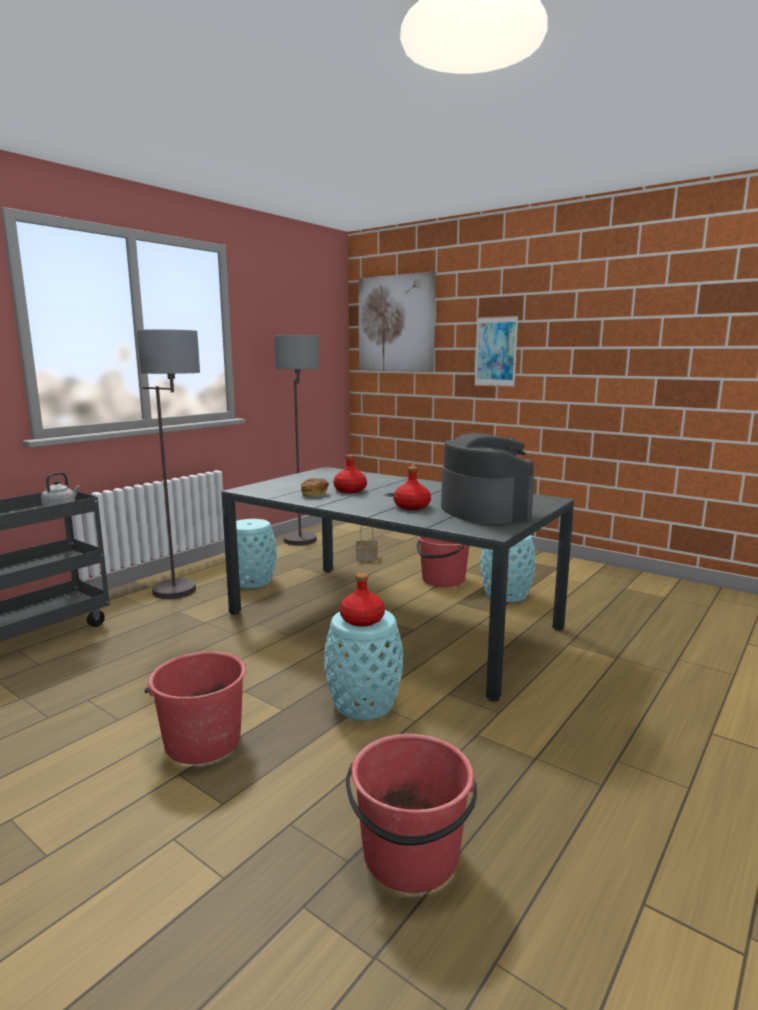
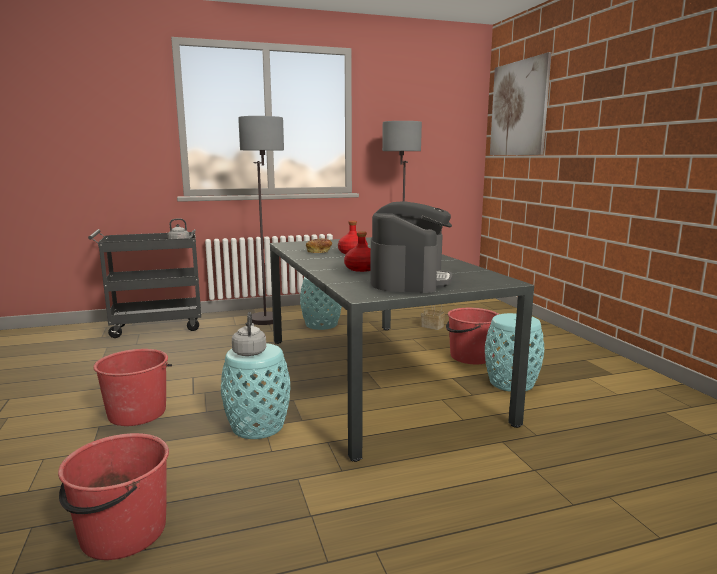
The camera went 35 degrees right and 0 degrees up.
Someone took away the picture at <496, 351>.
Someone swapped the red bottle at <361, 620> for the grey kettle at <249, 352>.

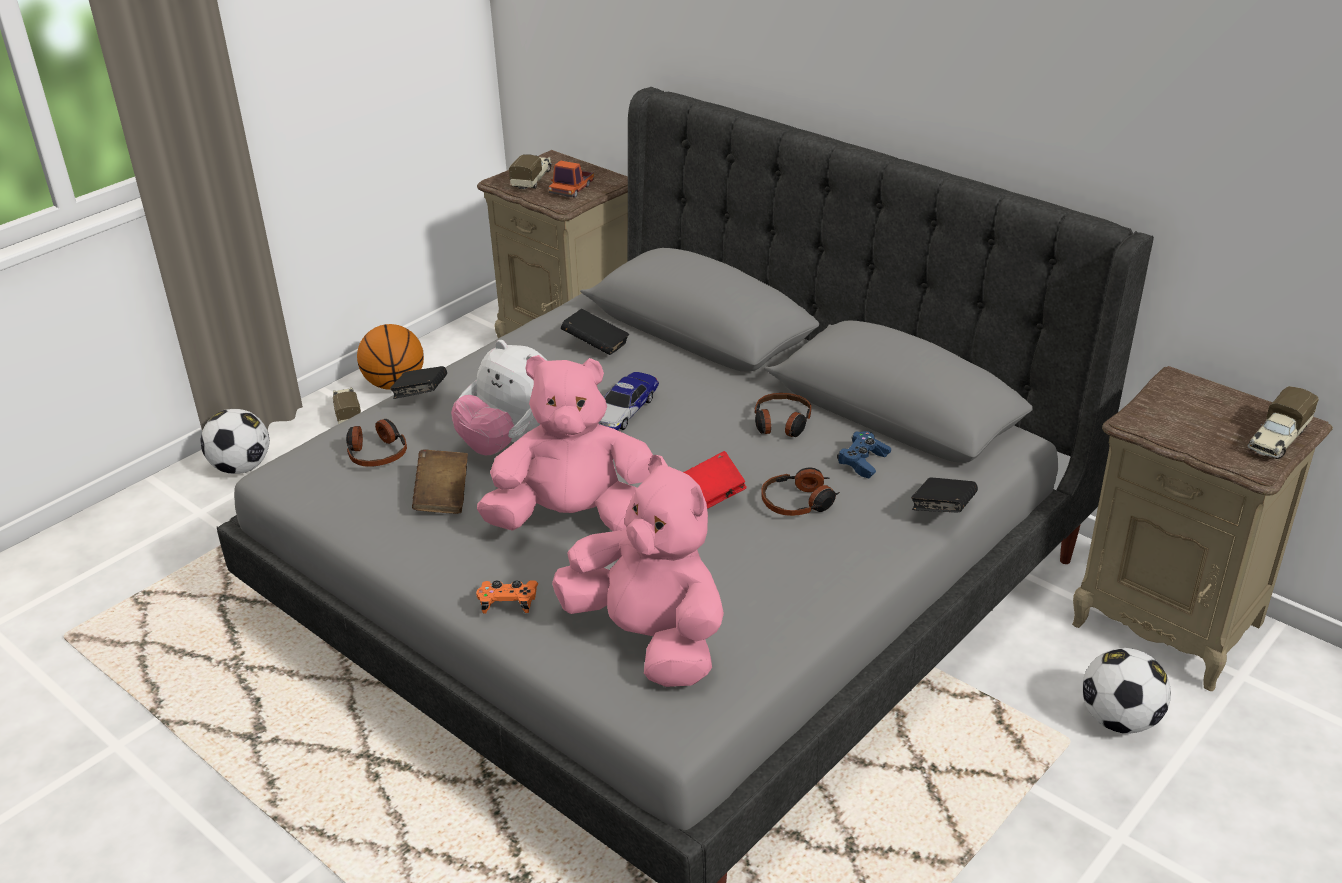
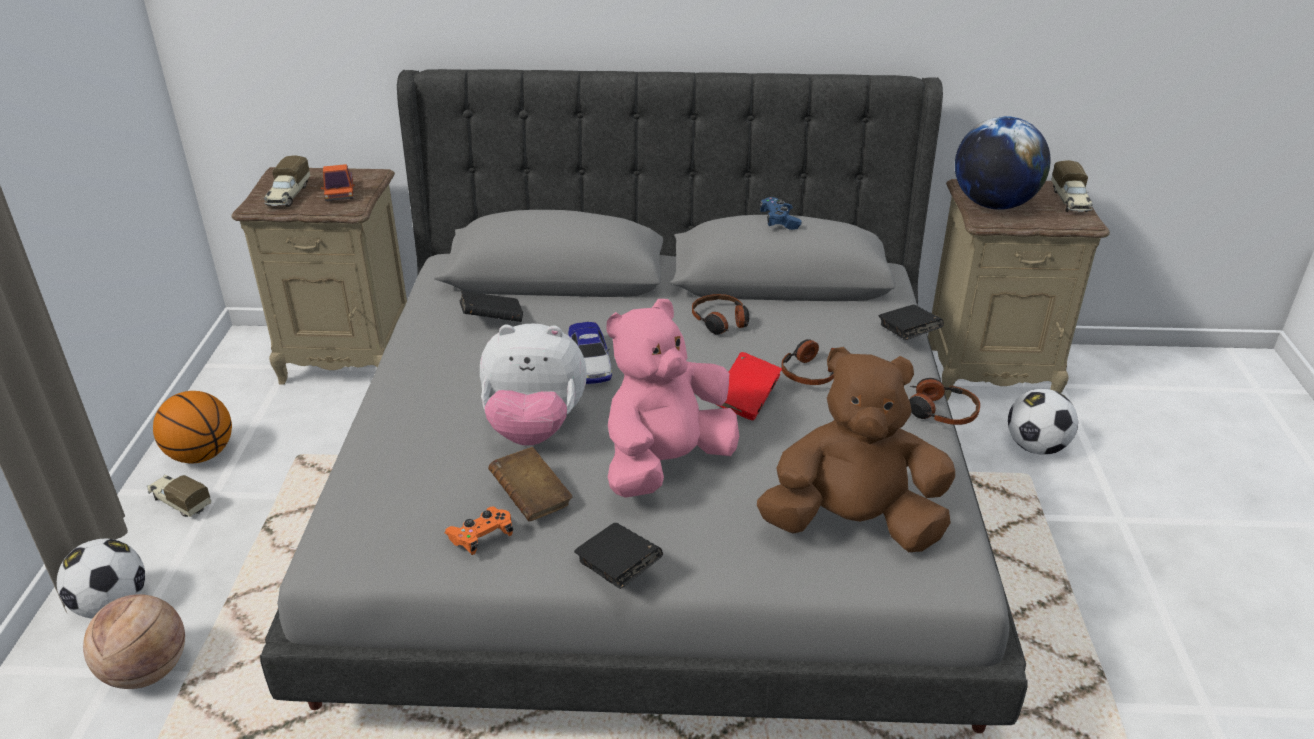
The camera went 40 degrees left and 0 degrees up.
Someone rotated the toy truck at <532, 179> by 150 degrees counterclockwise.
Someone carried the black book from <421, 396> to <618, 570>.
Someone carried the headphones from <376, 453> to <940, 411>.
Someone carried the blue game controller from <863, 462> to <779, 221>.
Someone repainted the pink plush toy at <650, 639>, which became the brown plush toy at <853, 524>.
Someone carried the orange game controller from <508, 604> to <481, 537>.
Someone put down the globe at <993, 205>.
Someone put down the basketball at <147, 671>.

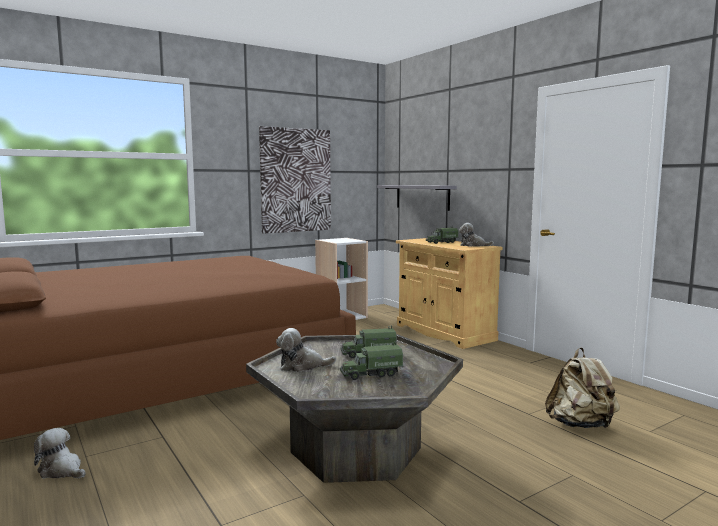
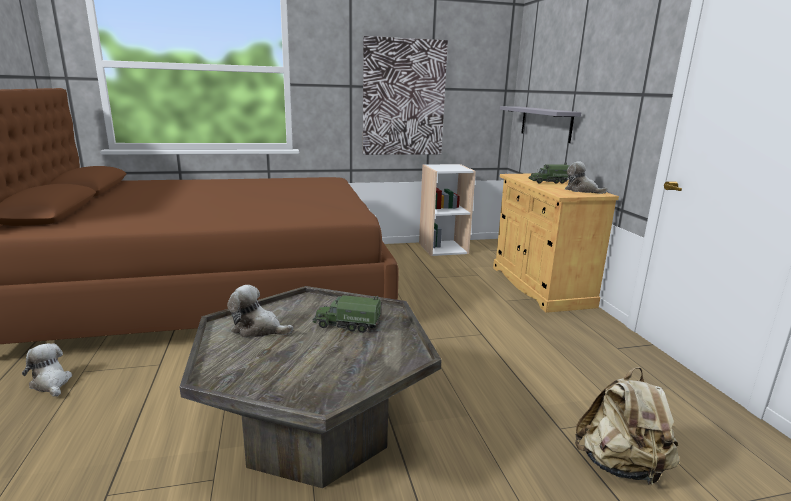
The camera went 20 degrees right and 10 degrees up.
Someone took away the toy truck at <371, 374>.

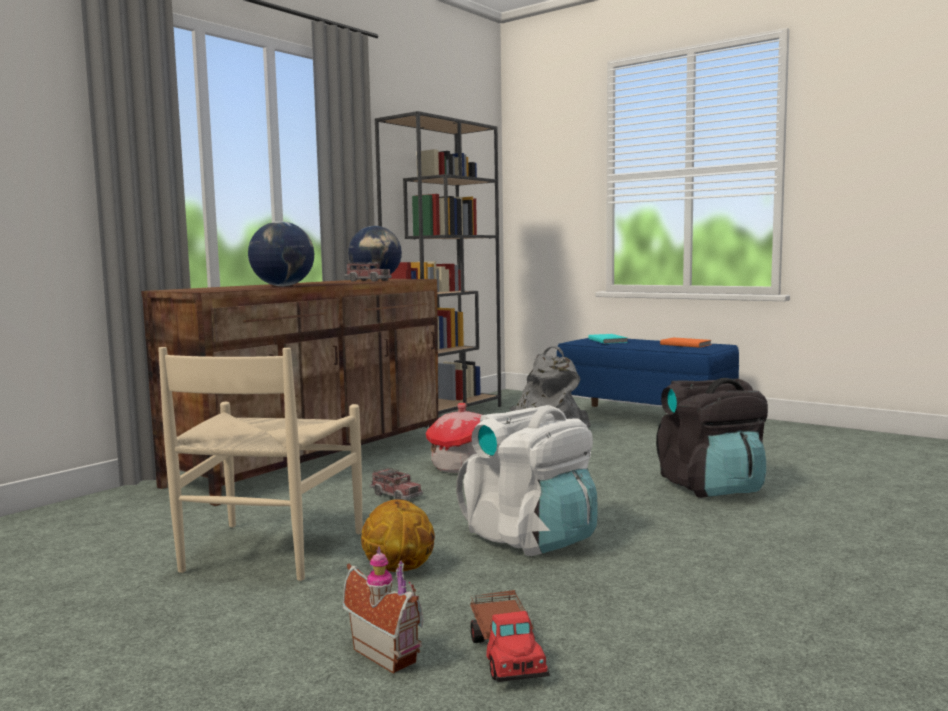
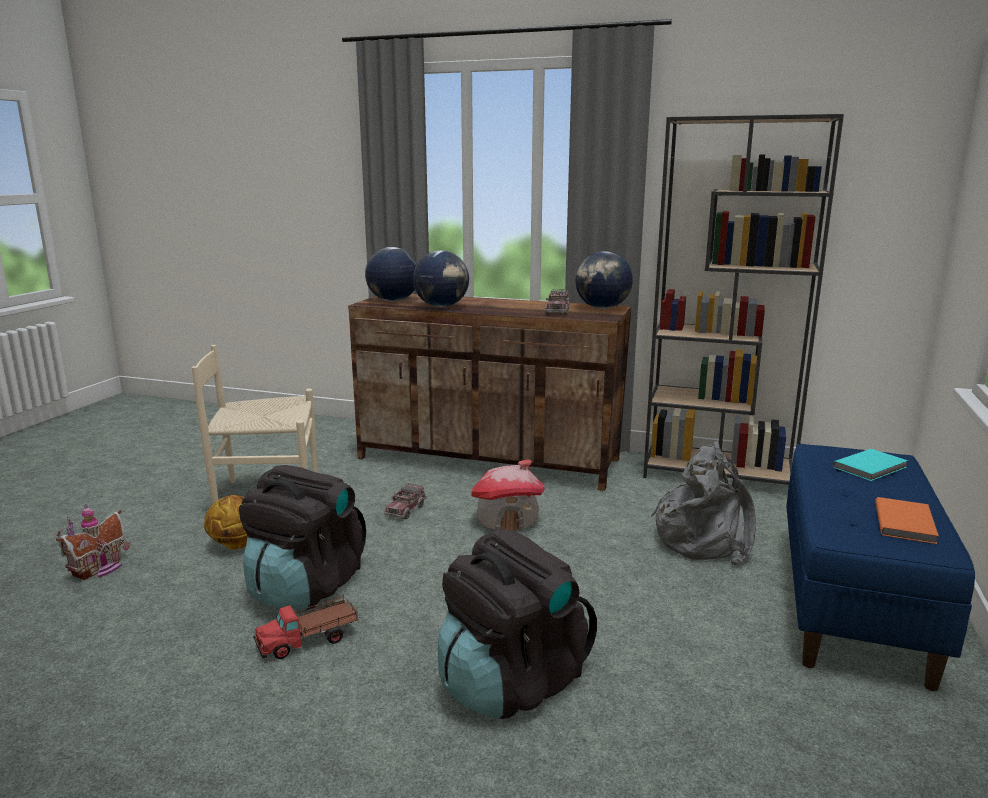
The camera went 70 degrees right and 10 degrees up.
Someone repainted the white backpack at <531, 539>, which became the black backpack at <305, 586>.
Someone carried the toy truck from <507, 652> to <309, 639>.
Someone put down the globe at <393, 301>.

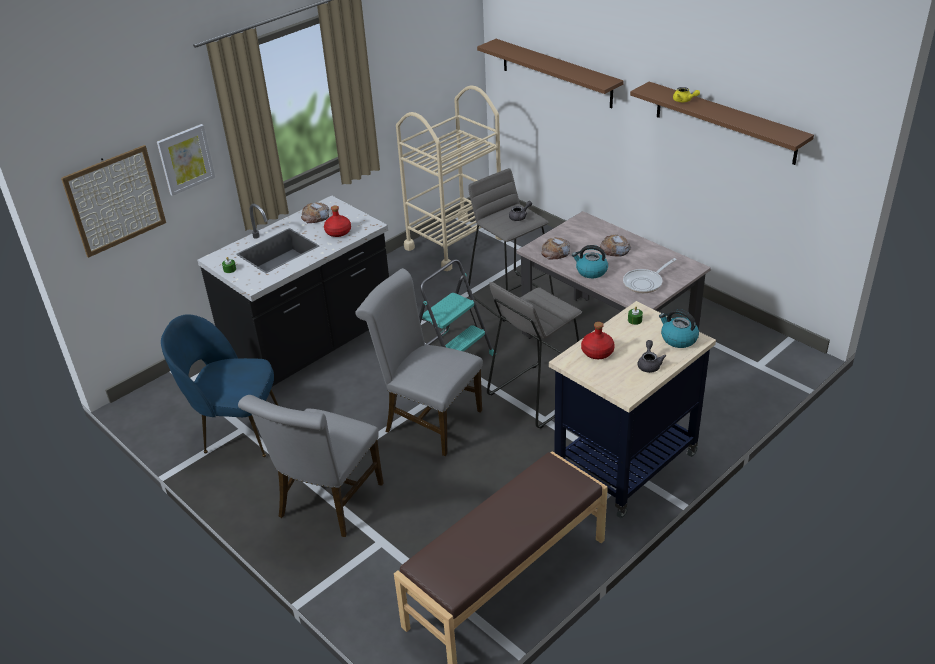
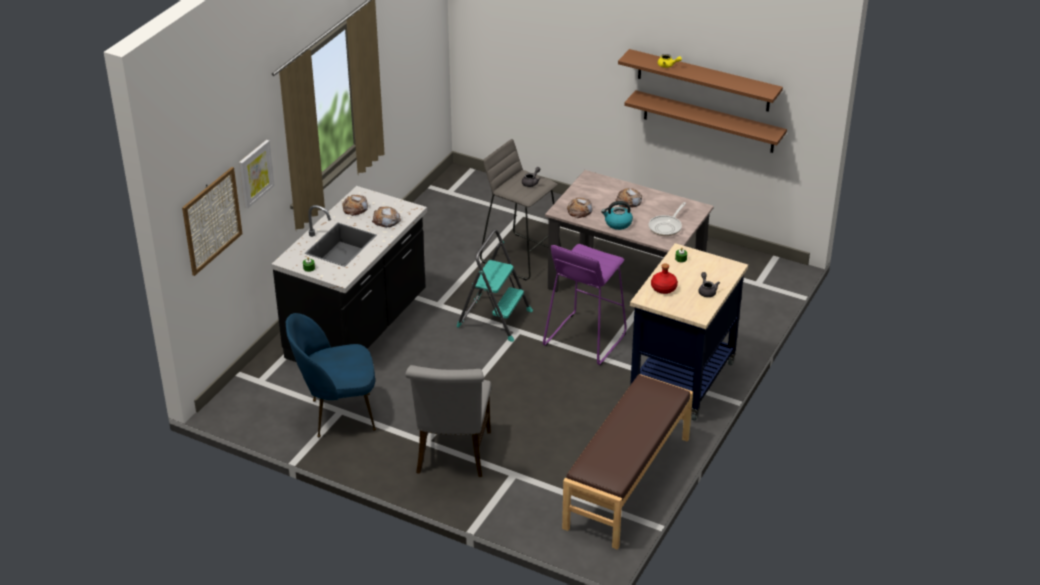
The camera went 20 degrees left and 0 degrees up.
Someone carried the brown shelf from <556, 73> to <708, 122>.
Someone took away the beige cart at <455, 243>.
Someone swapped the red bottle at <338, 232> for the bread at <386, 220>.
Someone took away the grey chair at <428, 419>.
Someone repainted the grey stool at <536, 395>, which became the purple stool at <584, 339>.
Someone took away the kettle at <678, 339>.

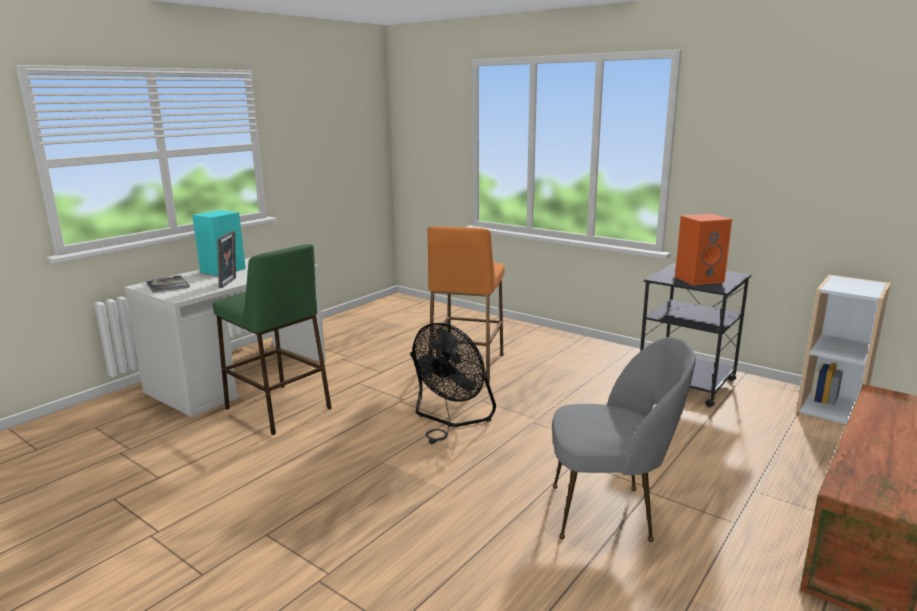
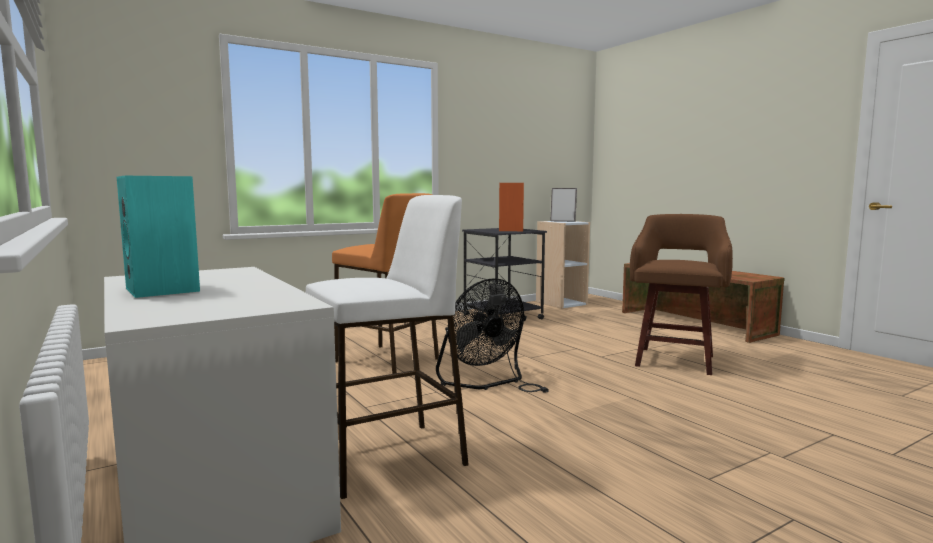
The camera went 70 degrees left and 10 degrees down.
Someone carried the picture frame from <230, 283> to <563, 221>.
Someone repainted the green stool at <278, 409>, which became the white stool at <389, 457>.
Someone took away the book at <167, 285>.
Someone swapped the grey chair at <610, 513> for the brown stool at <675, 360>.

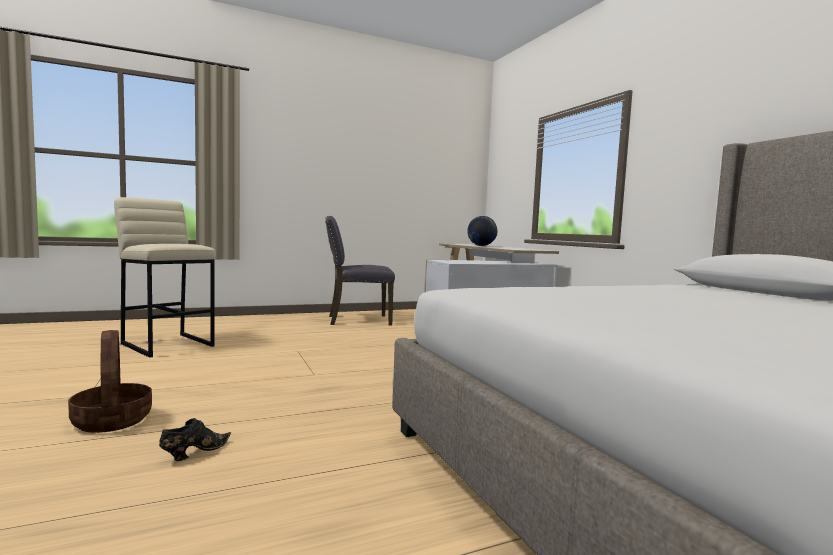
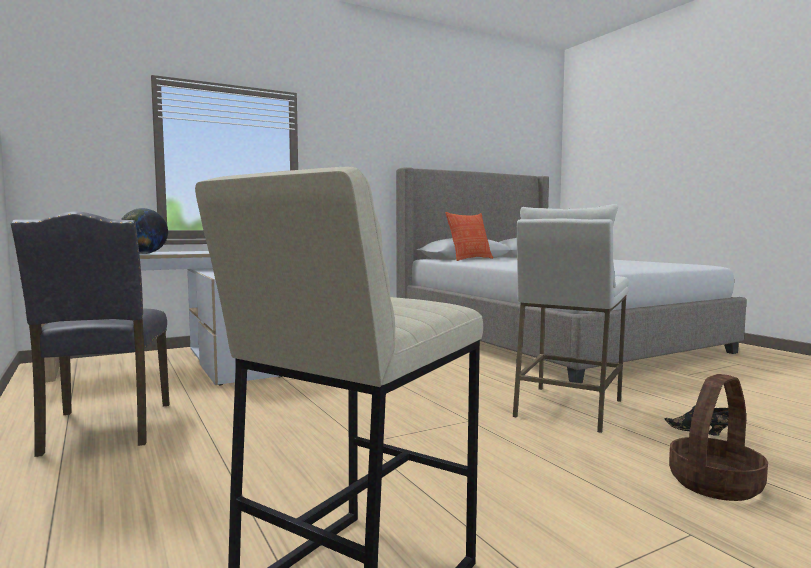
The camera went 95 degrees left and 0 degrees up.
Someone put down the white stool at <567, 408>.
Someone put down the orange pillow at <470, 259>.

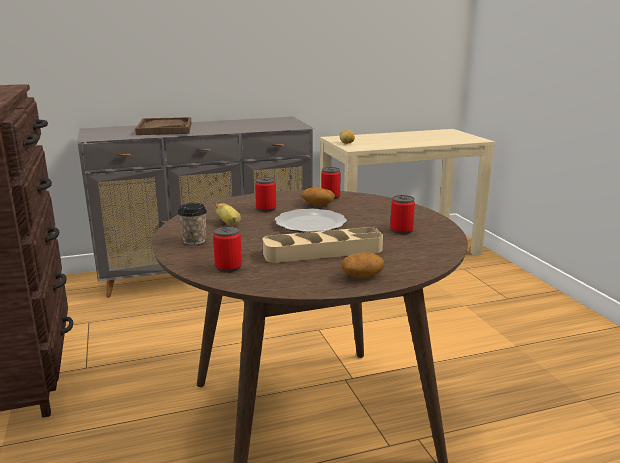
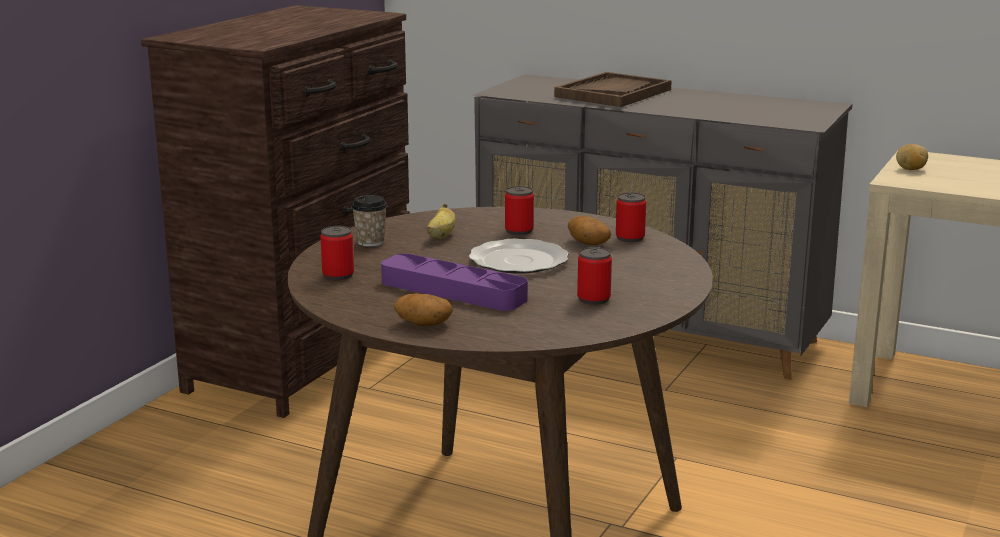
The camera went 45 degrees right and 0 degrees up.
Someone repainted the beige tray at <323, 251>, which became the purple tray at <453, 290>.

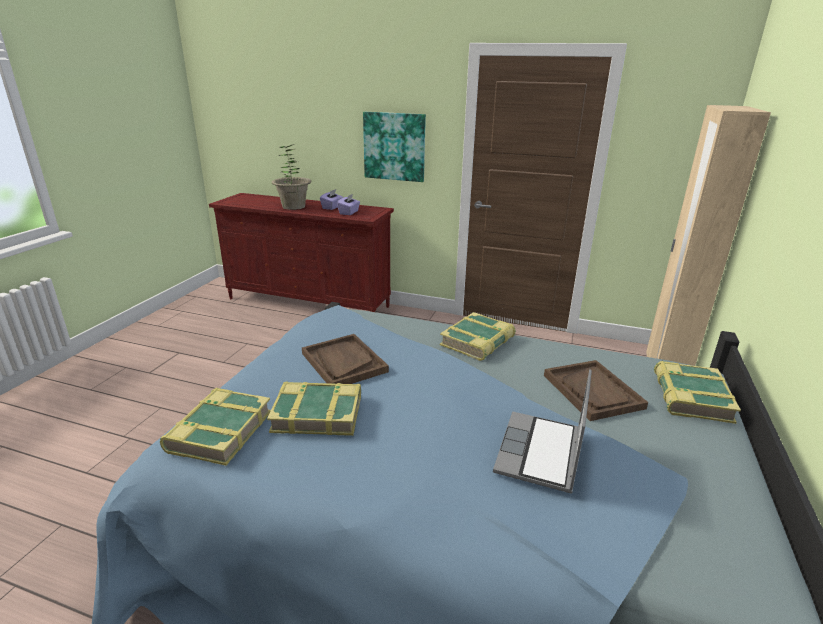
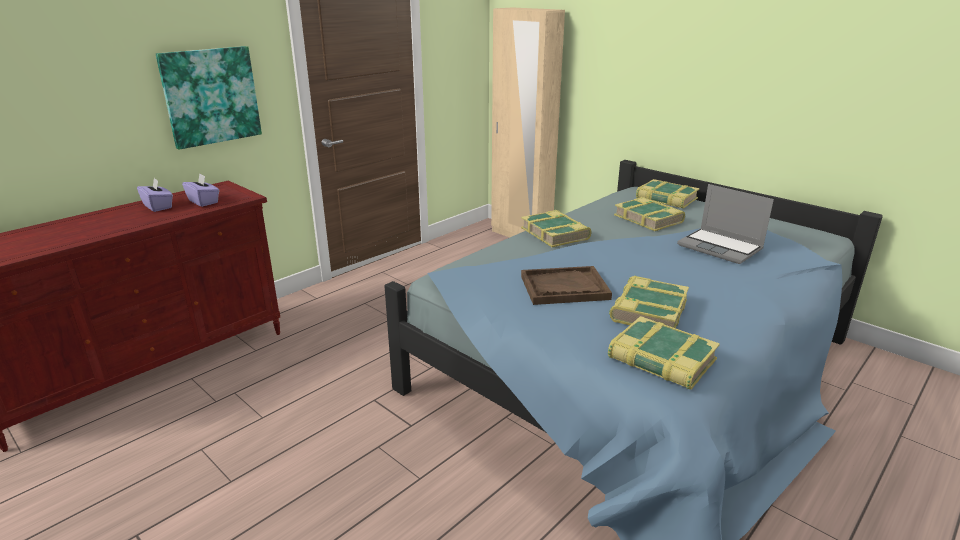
The camera went 65 degrees left and 0 degrees up.
Someone took away the potted plant at <293, 207>.
Someone swapped the brown tray at <593, 391> for the book at <648, 219>.

